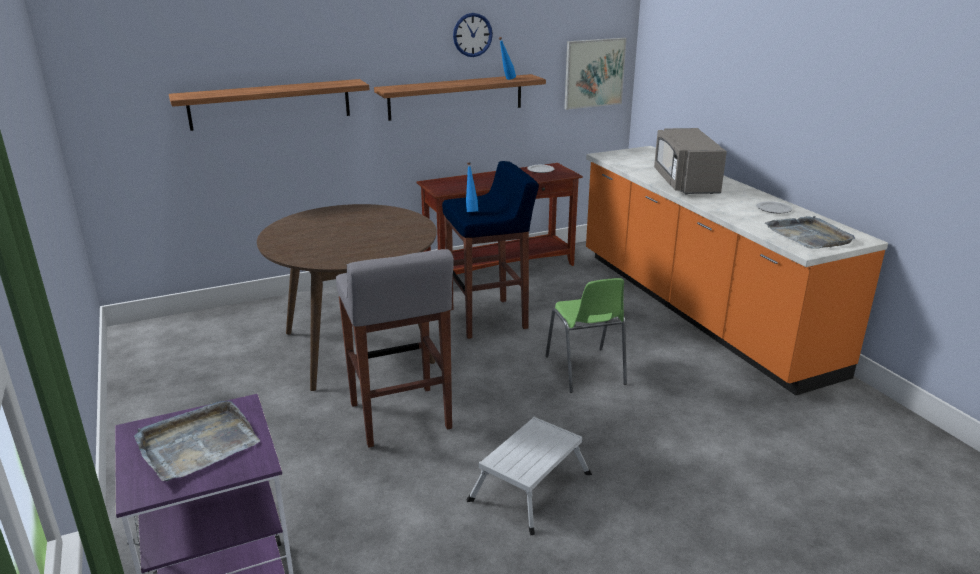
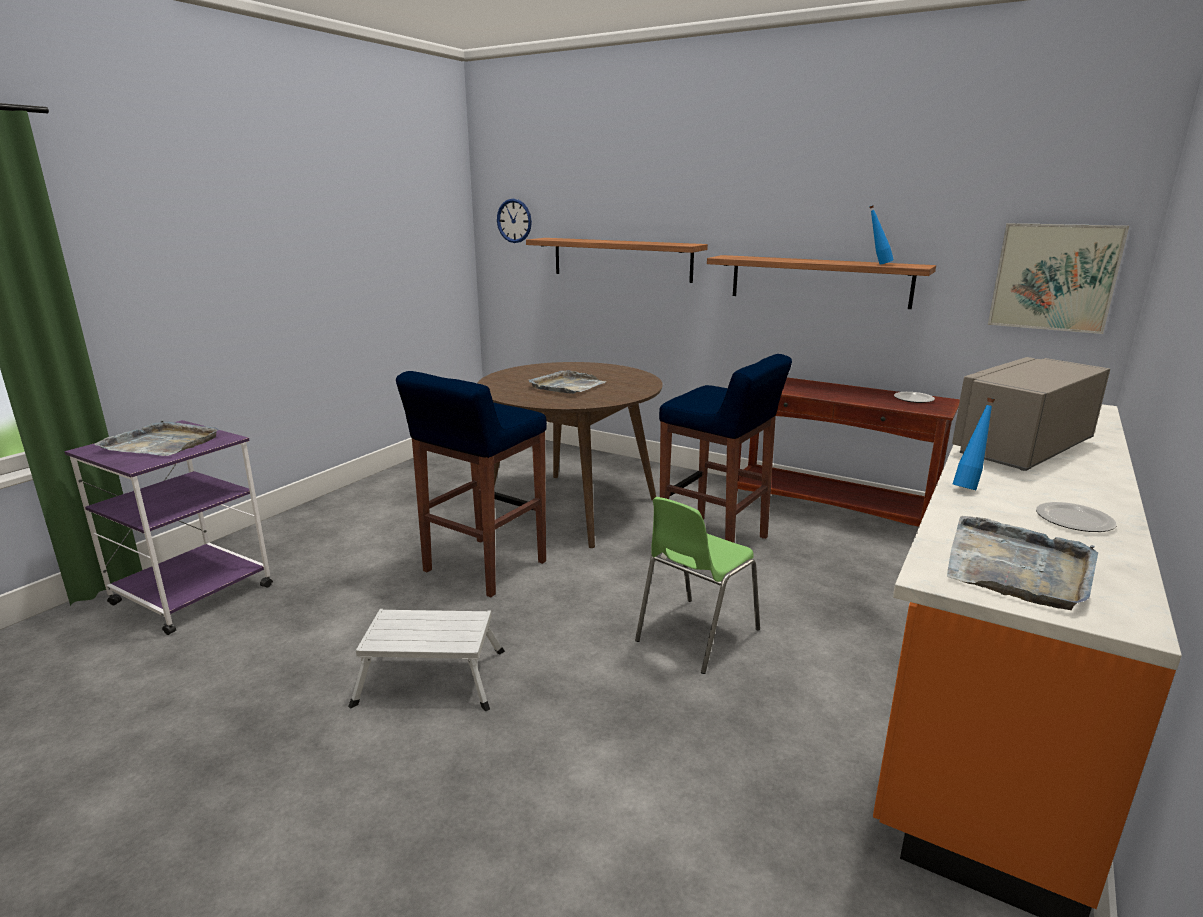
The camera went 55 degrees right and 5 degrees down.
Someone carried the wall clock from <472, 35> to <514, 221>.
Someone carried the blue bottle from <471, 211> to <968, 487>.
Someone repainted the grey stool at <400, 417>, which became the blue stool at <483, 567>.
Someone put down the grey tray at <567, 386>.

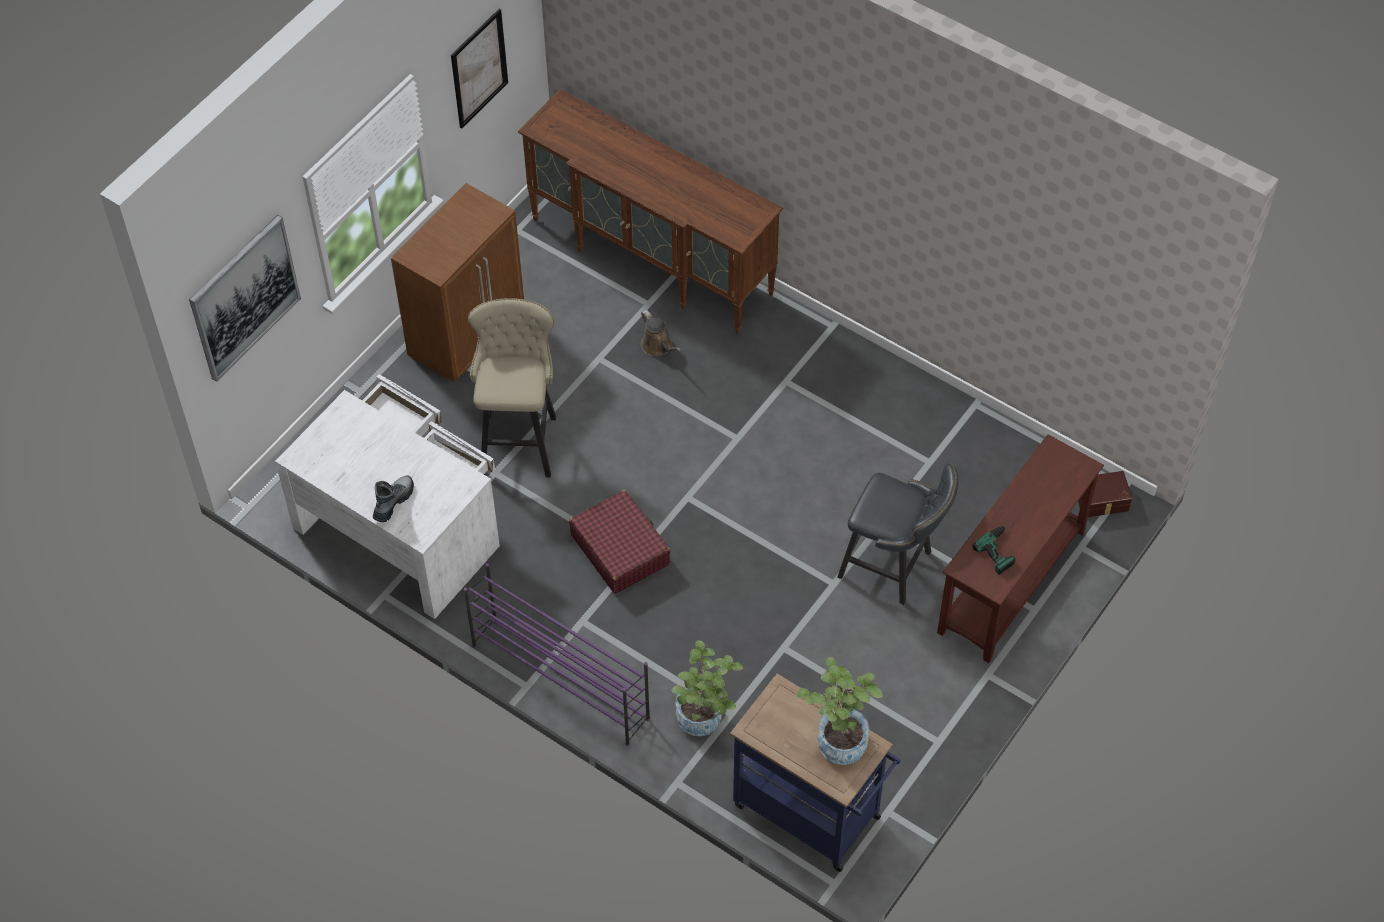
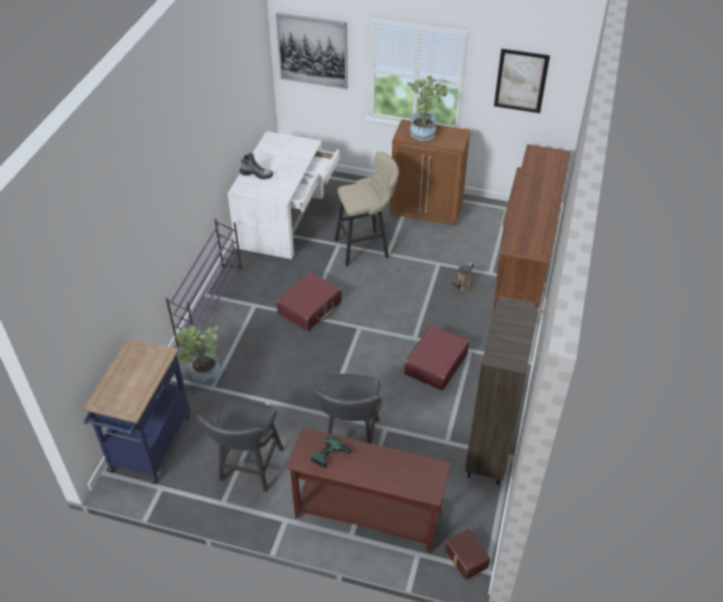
The camera went 70 degrees right and 10 degrees down.
Someone carried the potted plant from <838, 737> to <425, 131>.
Someone put down the brown bookcase at <489, 455>.
Someone put down the red suitcase at <435, 364>.
Someone put down the grey stool at <248, 471>.

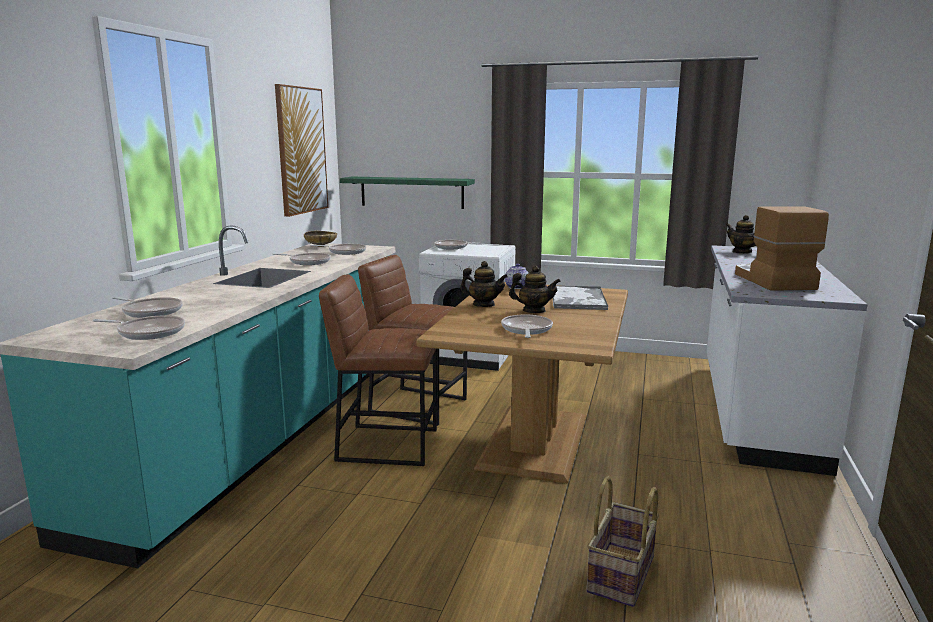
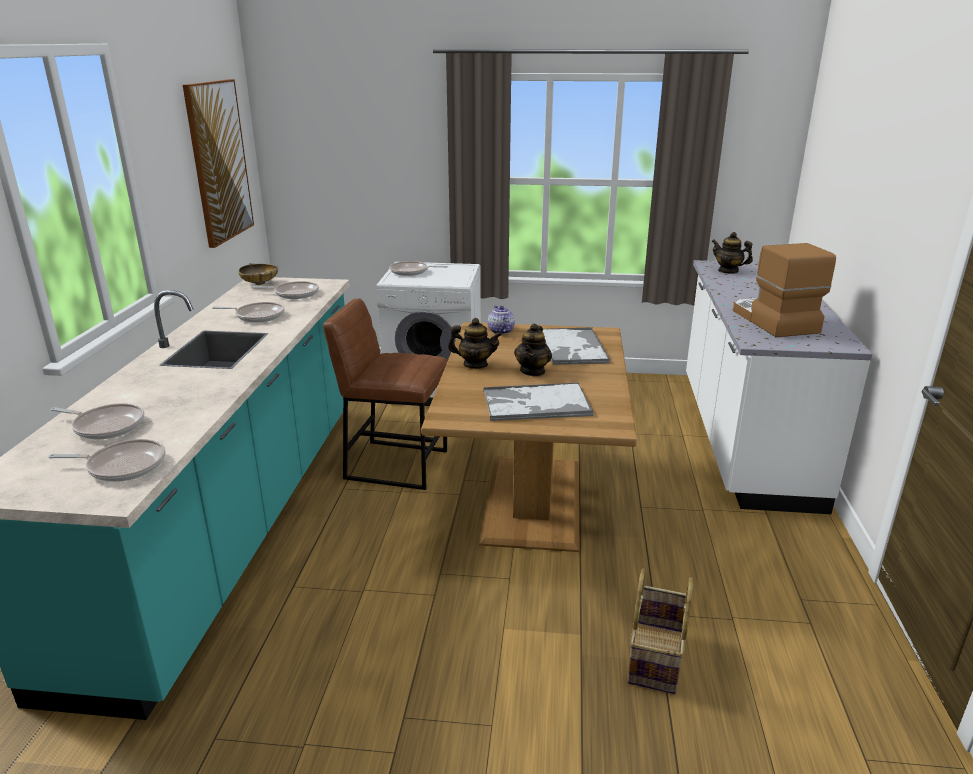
The camera went 10 degrees left and 10 degrees up.
Someone took away the green shelf at <411, 192>.
Someone rotated the teapot at <534, 311> by 105 degrees clockwise.
Someone took away the brown chair at <386, 444>.
Someone swapped the frying pan at <526, 330> for the tray at <535, 403>.

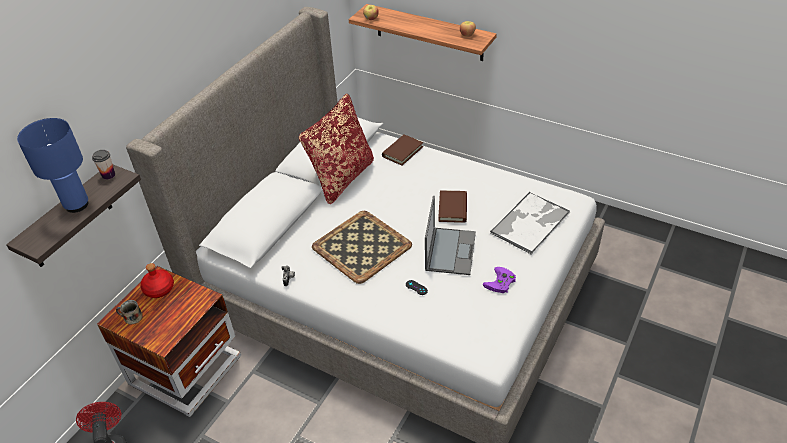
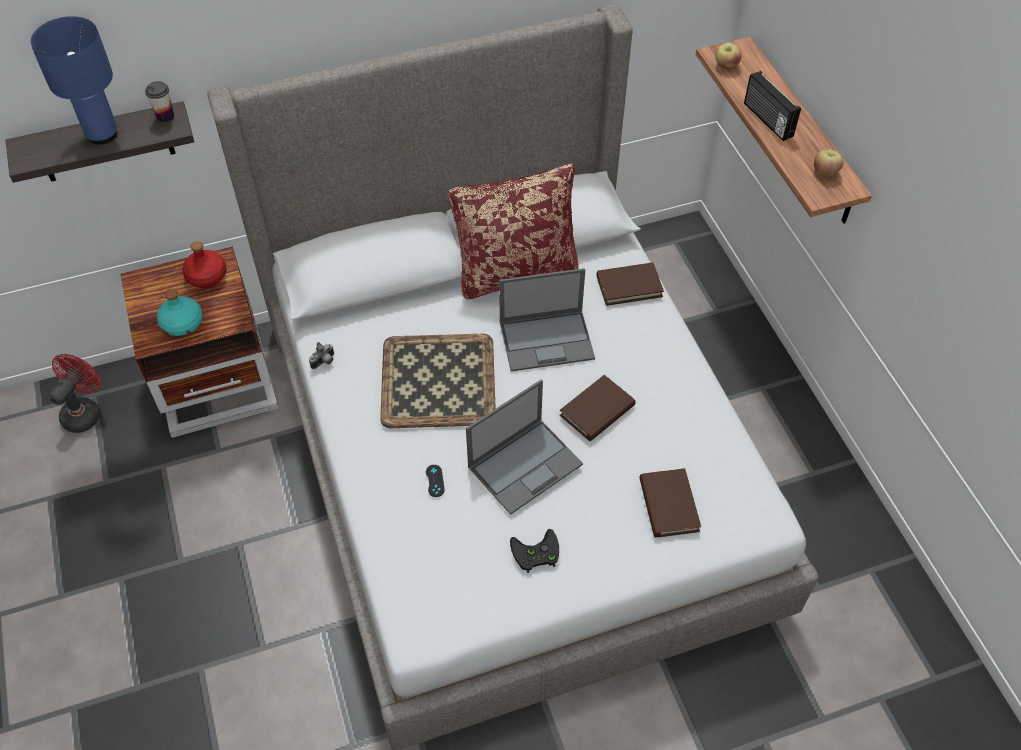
The camera went 40 degrees right and 10 degrees up.
Someone swapped the tray at <530, 223> for the brown book at <668, 505>.
Someone repainted the purple game controller at <500, 283>, which became the black game controller at <534, 554>.
Someone took away the mug at <132, 317>.
Someone put down the radio at <767, 120>.
Someone put down the laptop at <547, 340>.
Someone put down the turquoise bottle at <182, 323>.

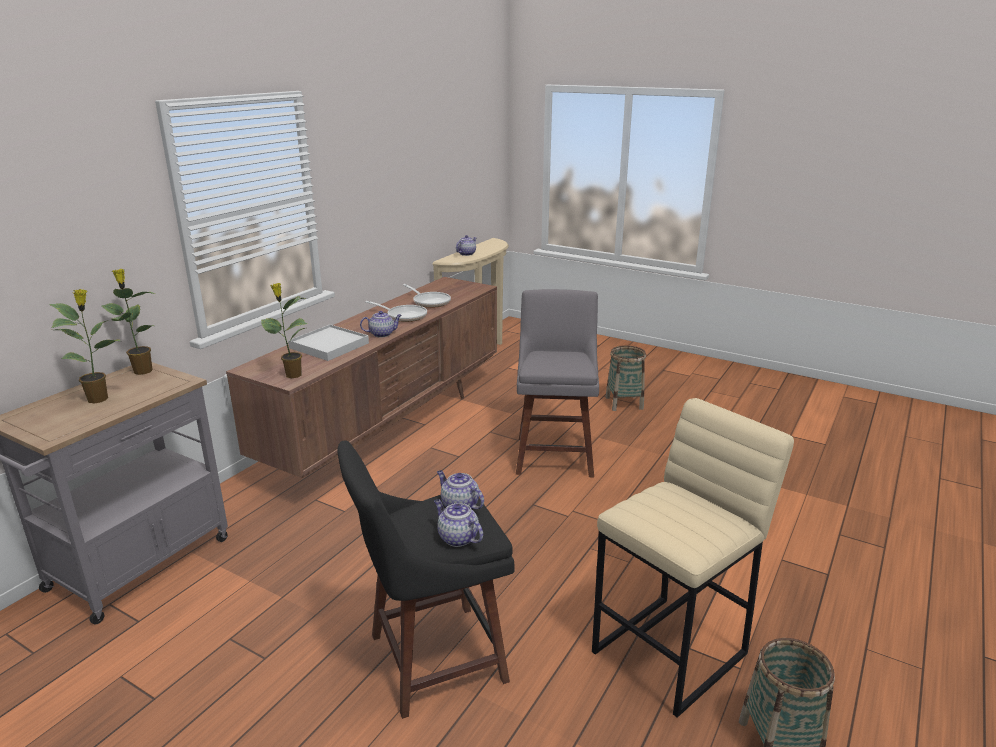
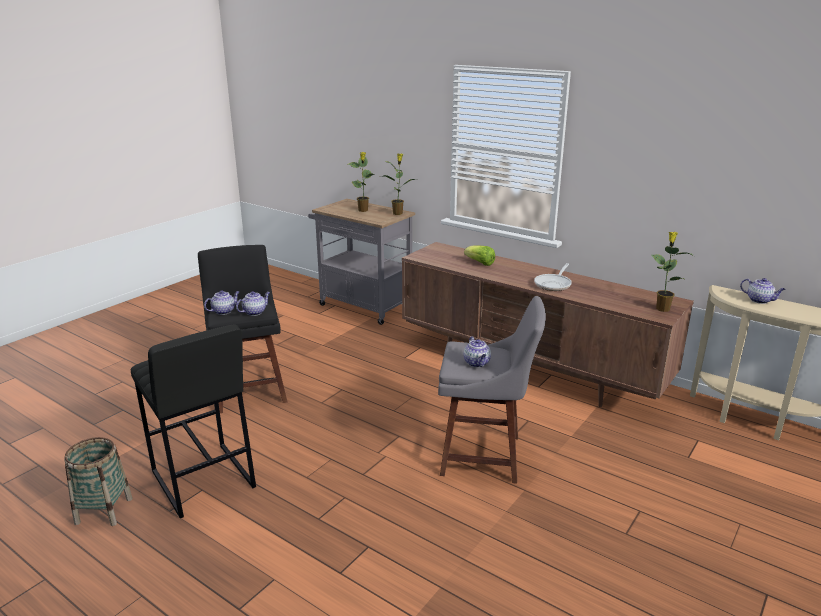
The camera went 95 degrees right and 0 degrees up.
Someone carried the potted plant from <292, 375> to <662, 308>.
Someone took away the frying pan at <430, 302>.
Someone carried the teapot from <382, 334> to <477, 363>.
Someone swapped the white tray at <329, 345> for the lettuce at <480, 263>.
Someone took away the basket at <624, 403>.
Someone repainted the beige stool at <672, 650>, which became the black stool at <204, 481>.

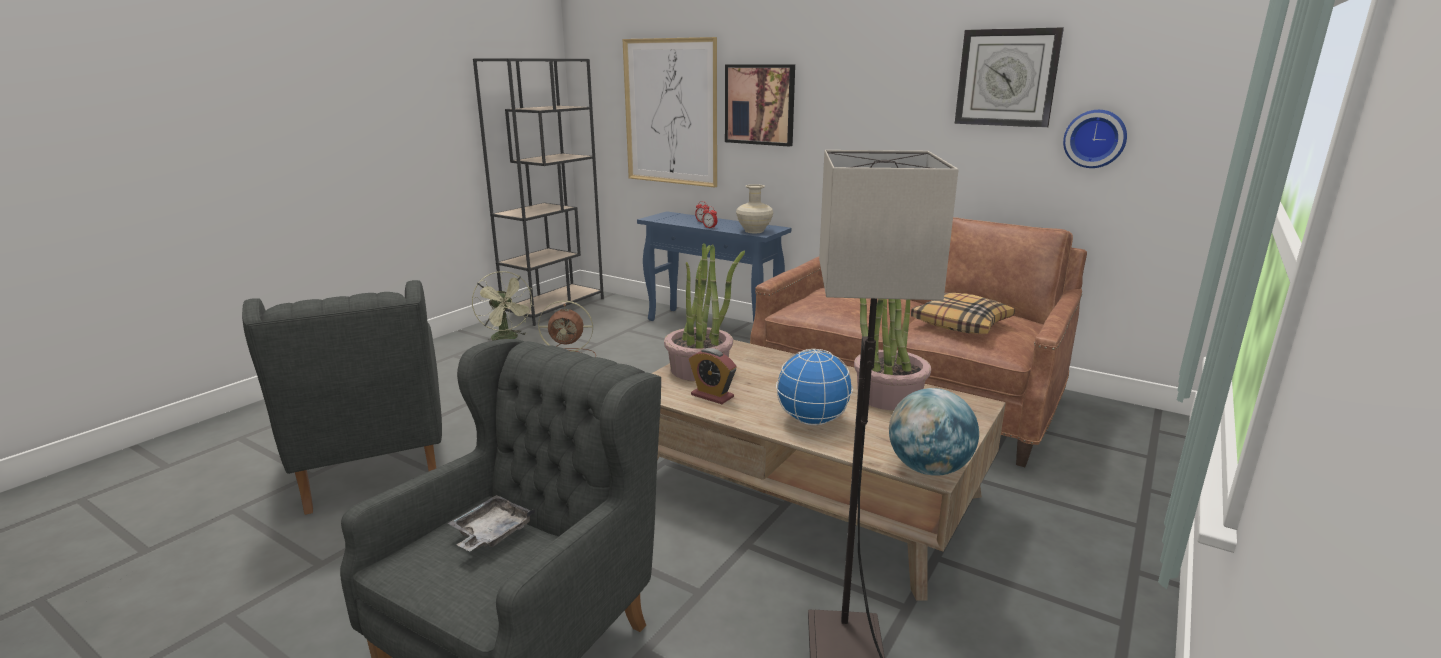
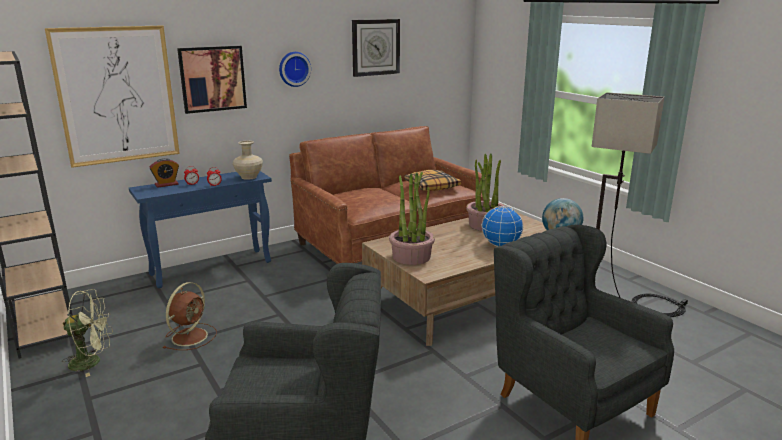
The camera went 65 degrees left and 0 degrees up.
Someone carried the wall clock from <1095, 138> to <294, 69>.
Someone carried the alarm clock from <712, 396> to <166, 184>.
Someone took away the grey tray at <491, 533>.

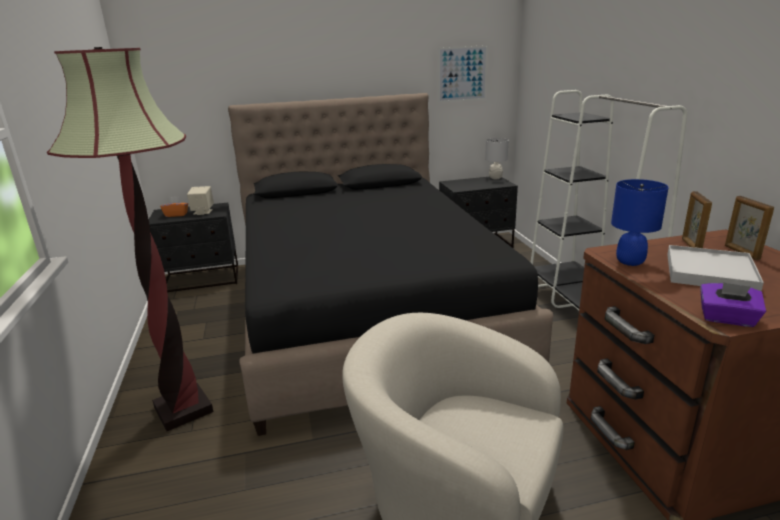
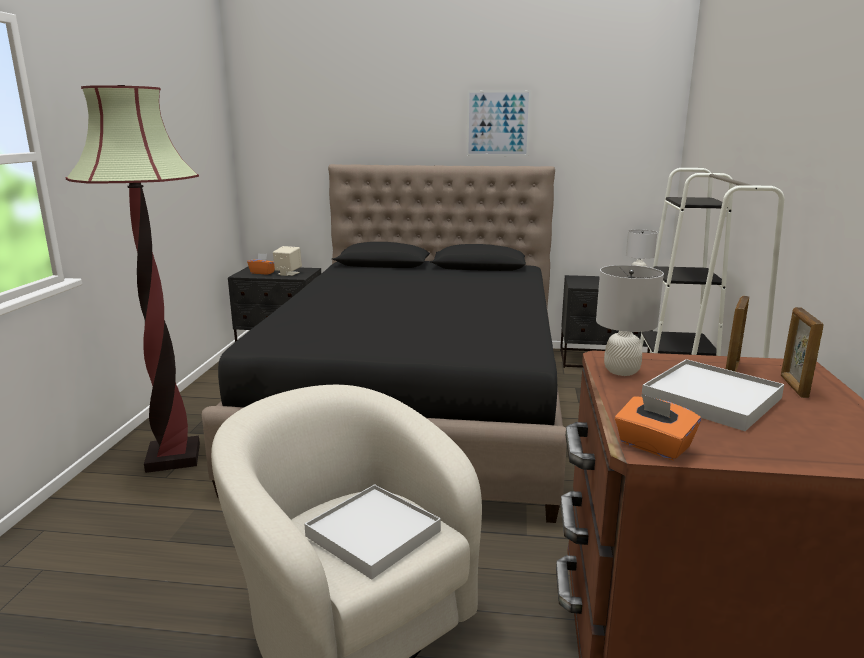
The camera went 20 degrees right and 5 degrees down.
Someone carried the picture from <462, 74> to <498, 123>.
Someone repainted the blue table lamp at <631, 263>, which became the grey table lamp at <622, 372>.
Someone repainted the purple tissue box at <727, 319>, which became the orange tissue box at <653, 446>.
Someone put down the white tray at <373, 533>.

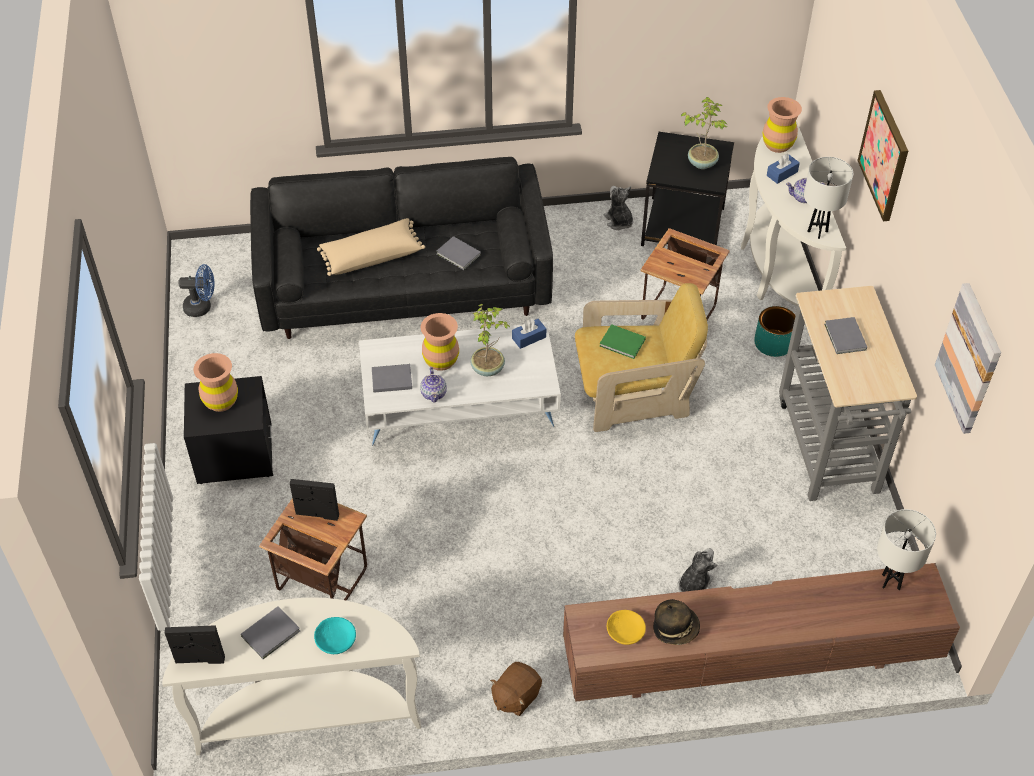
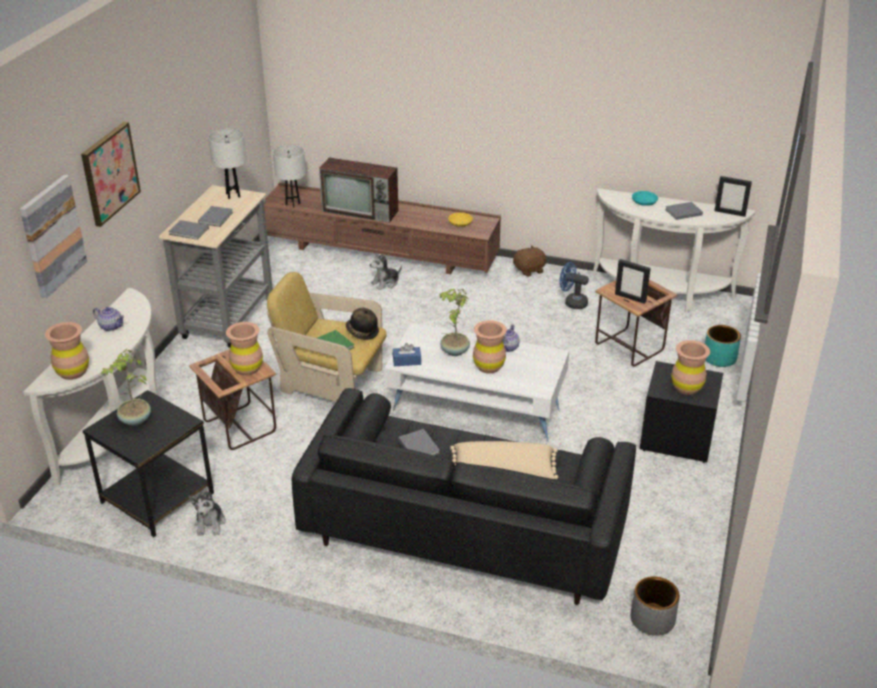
The camera went 155 degrees left and 15 degrees down.
Someone took away the blue tissue box at <782, 173>.
Someone carried the white table lamp from <817, 231> to <233, 195>.
Someone carried the blue fan from <202, 307> to <572, 302>.
Someone carried the picture from <969, 358> to <52, 236>.
Someone carried the turquoise planter from <773, 343> to <719, 358>.
Someone carried the grey book from <390, 379> to <189, 232>.
Someone carried the hat from <675, 628> to <362, 332>.
Someone put down the television at <361, 211>.
Someone put down the brown vase at <247, 368>.
Someone put down the grey planter at <652, 620>.

